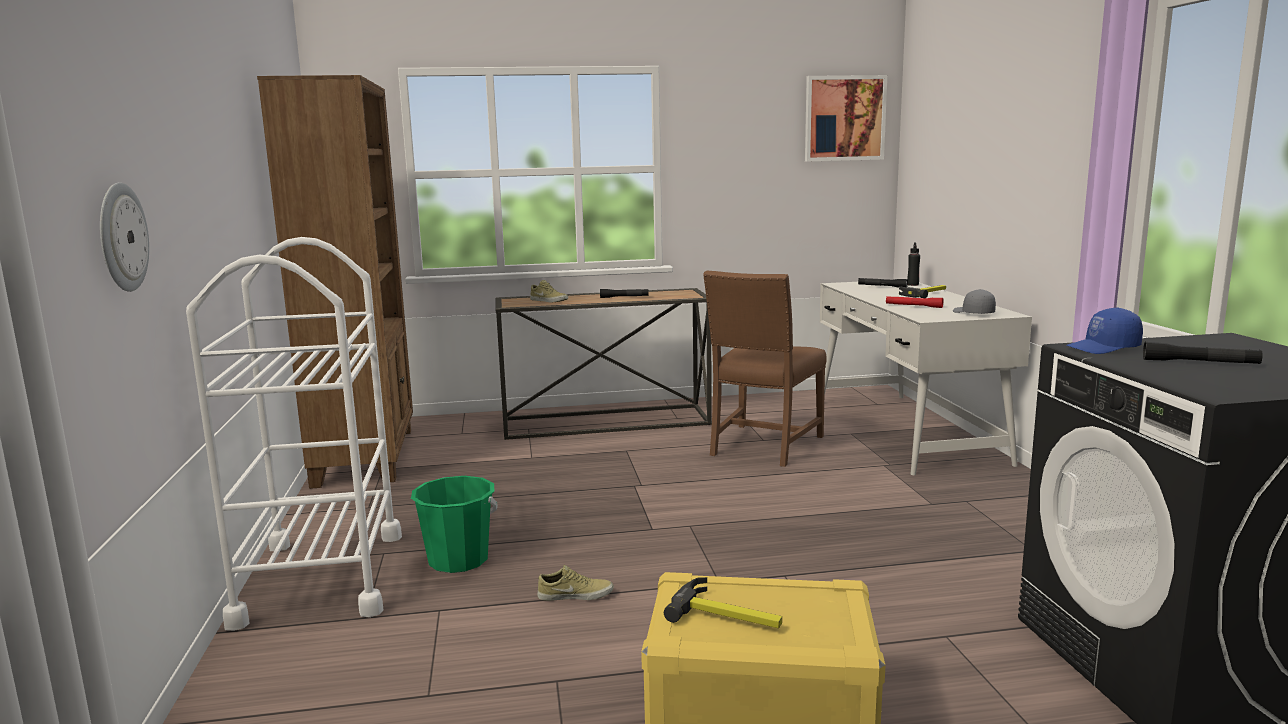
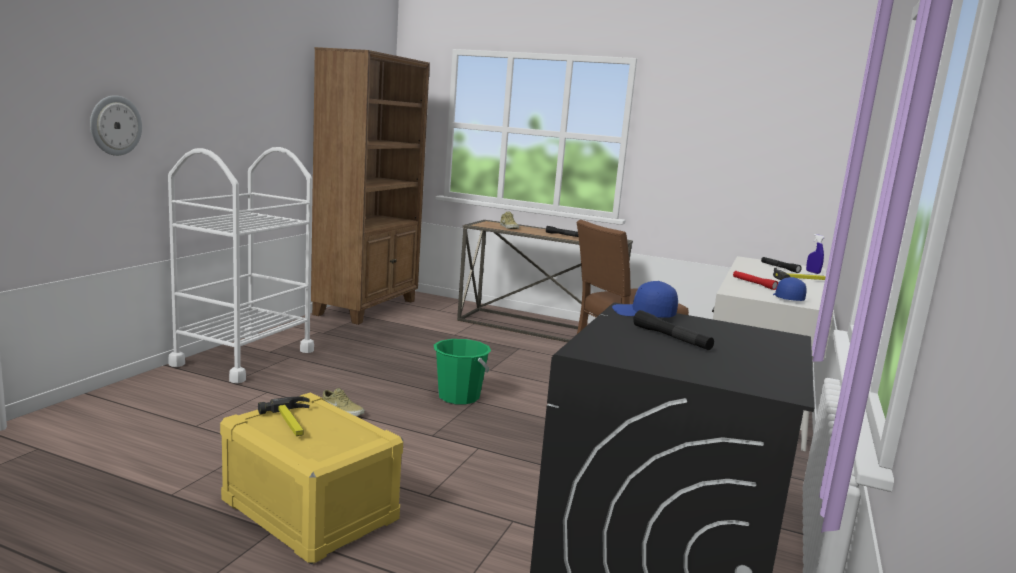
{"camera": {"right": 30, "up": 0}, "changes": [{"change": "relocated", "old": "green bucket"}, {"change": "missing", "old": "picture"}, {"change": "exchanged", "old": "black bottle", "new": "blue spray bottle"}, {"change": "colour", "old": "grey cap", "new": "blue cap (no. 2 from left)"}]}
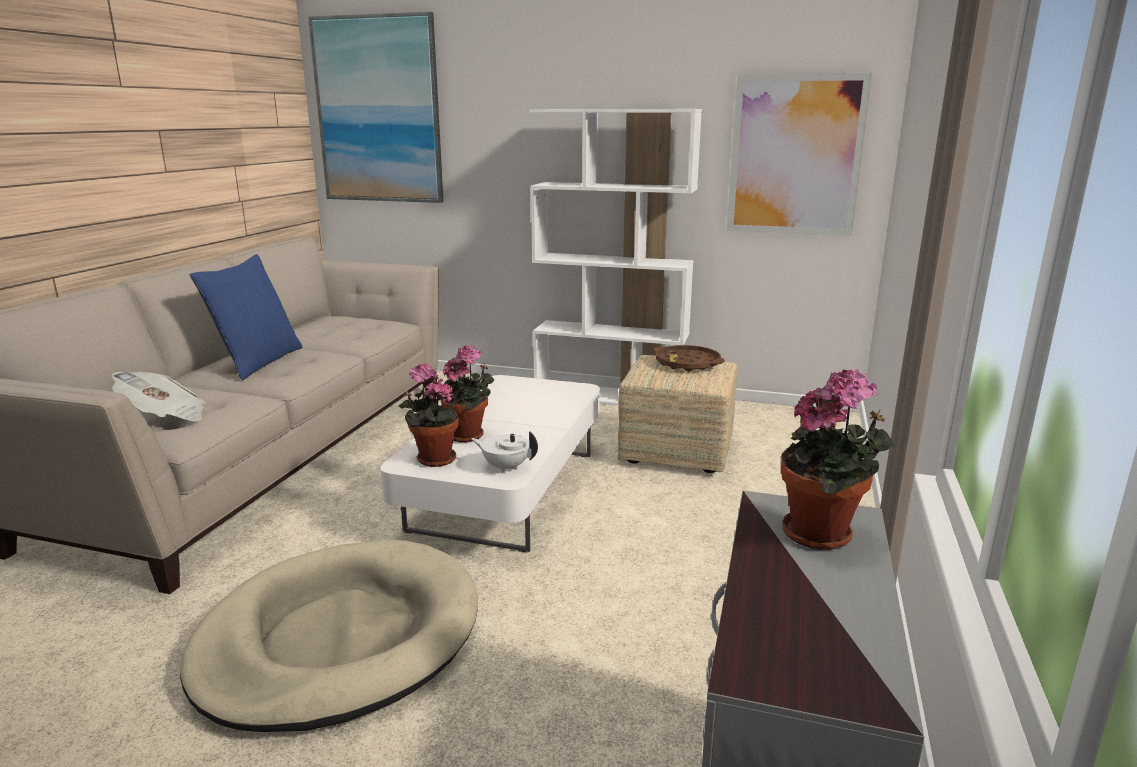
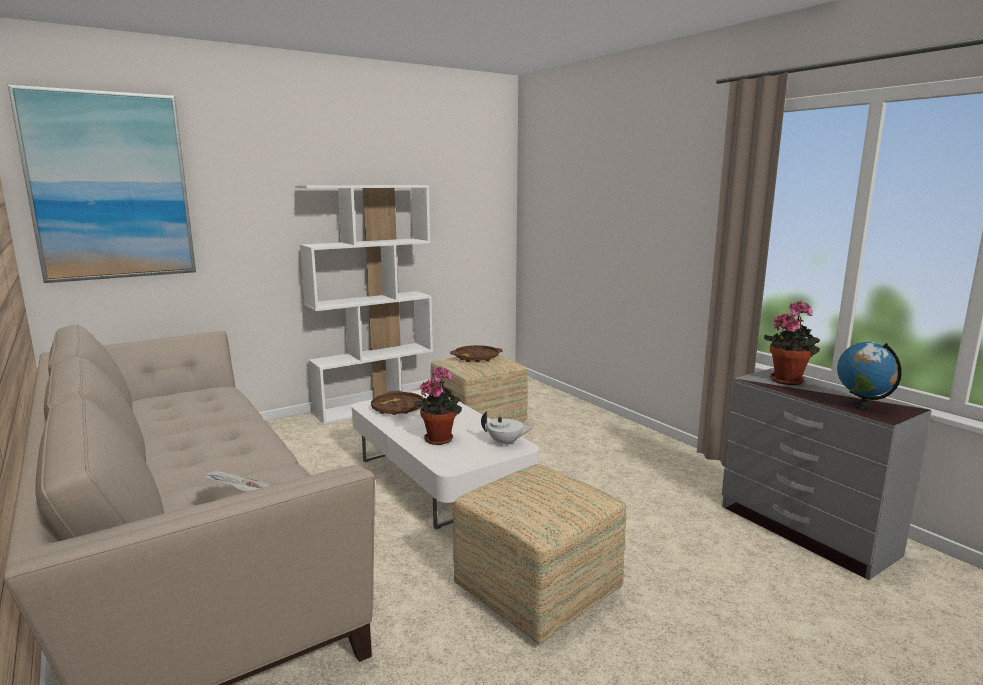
{"camera": {"right": -50, "up": -5}, "changes": [{"change": "exchanged", "old": "beige dog bed", "new": "ottoman (no. 2 from left)"}, {"change": "missing", "old": "blue pillow"}, {"change": "missing", "old": "potted plant (no. 1 from left)"}, {"change": "spun", "old": "white teapot", "degrees": -135}, {"change": "missing", "old": "picture (no. 2 from left)"}, {"change": "appeared", "new": "brown tray (no. 1 from left)"}, {"change": "appeared", "new": "globe"}]}
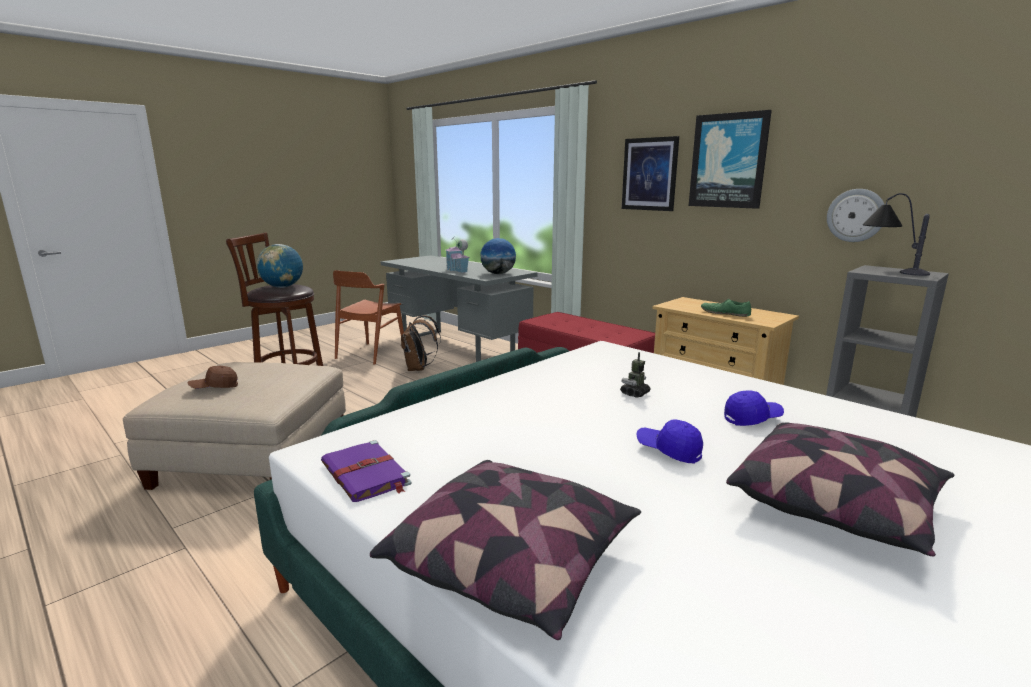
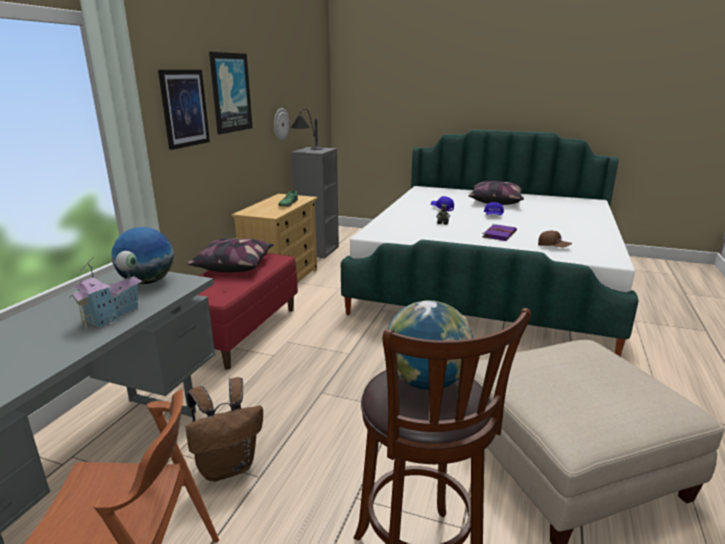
{"camera": {"right": -115, "up": 5}, "changes": [{"change": "relocated", "old": "brown cap"}, {"change": "relocated", "old": "purple book"}, {"change": "relocated", "old": "pillow (no. 1 from left)"}]}
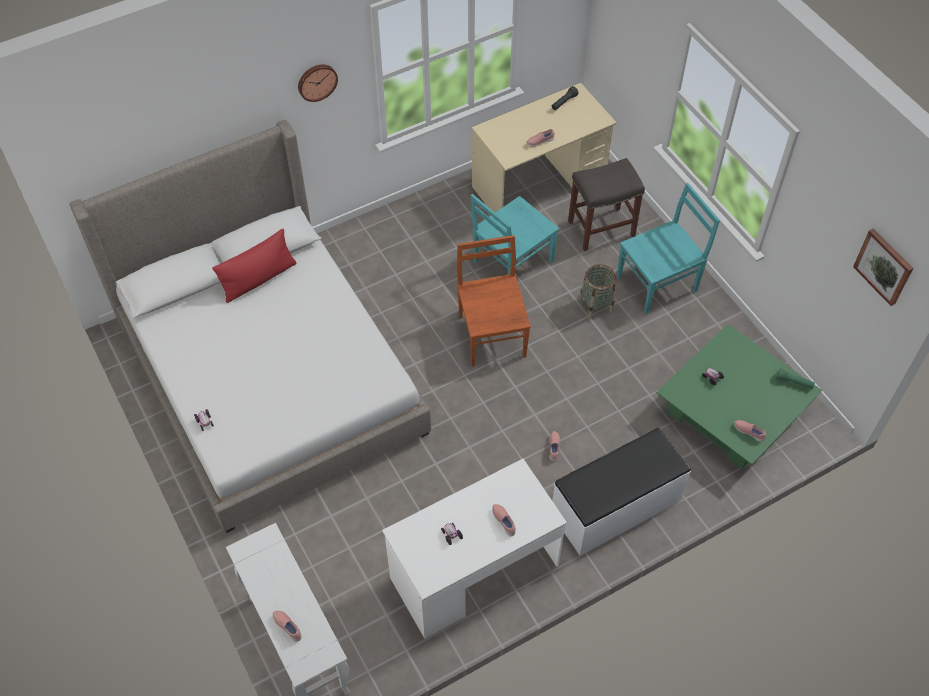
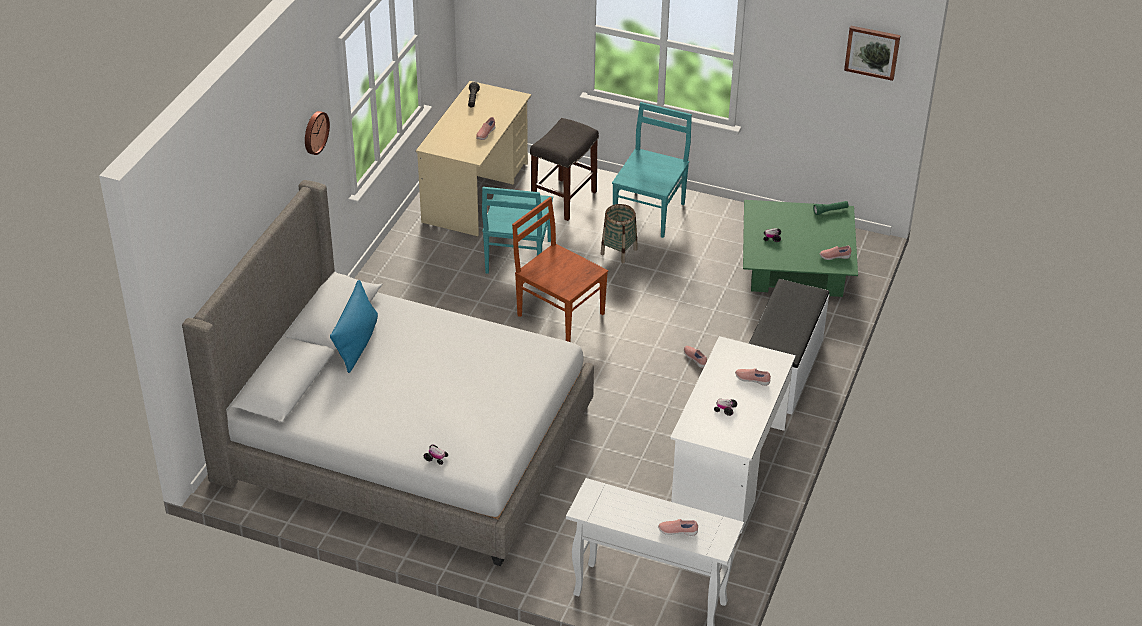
{"camera": {"right": -40, "up": -15}, "changes": [{"change": "colour", "old": "red pillow", "new": "blue pillow"}]}
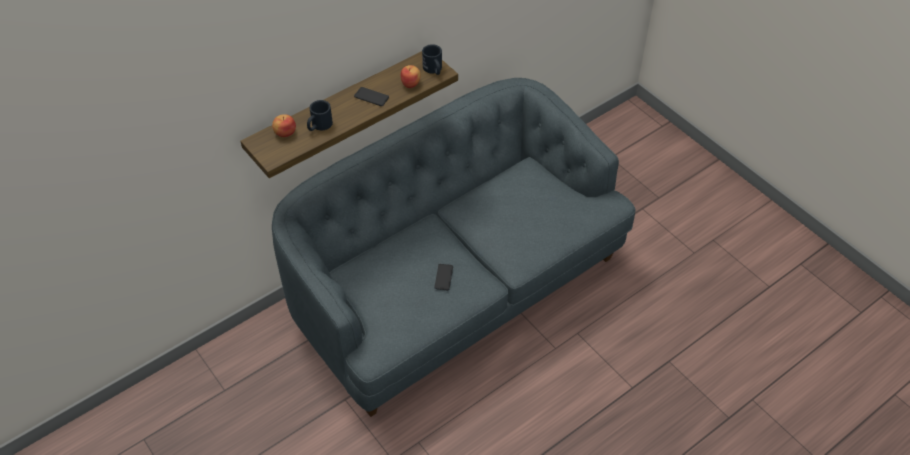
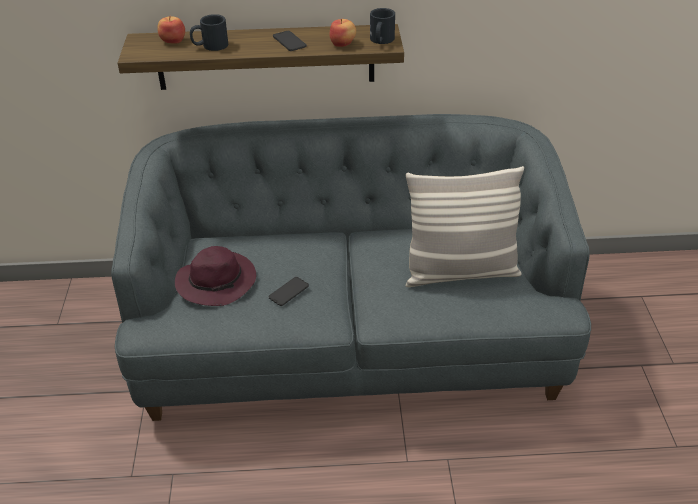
{"camera": {"right": 35, "up": -10}, "changes": [{"change": "appeared", "new": "purple hat"}, {"change": "appeared", "new": "pillow"}]}
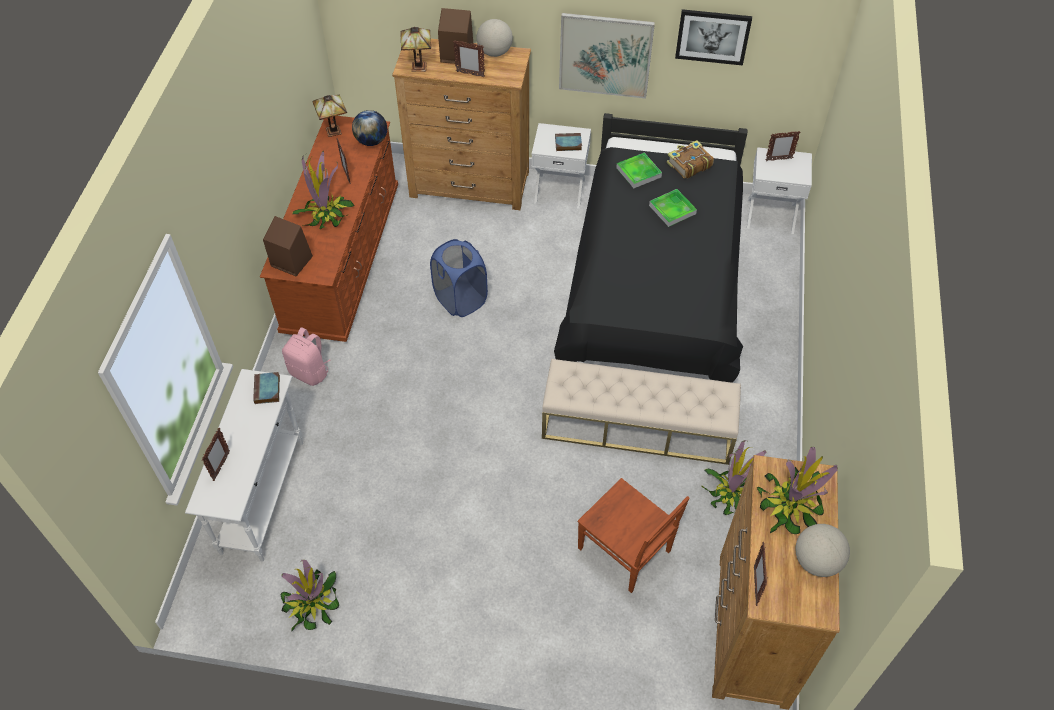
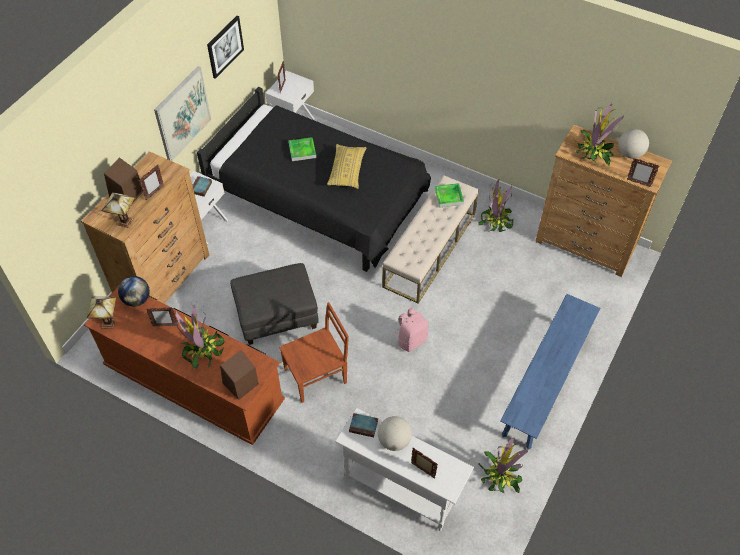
{"camera": {"right": -70, "up": 0}, "changes": [{"change": "relocated", "old": "pink backpack"}, {"change": "exchanged", "old": "blue laundry basket", "new": "grey ottoman"}, {"change": "relocated", "old": "globe (no. 2 from left)"}, {"change": "relocated", "old": "brown chair"}, {"change": "relocated", "old": "tray (no. 1 from left in the first image)", "new": "tray (no. 2 from left)"}, {"change": "missing", "old": "book (no. 3 from left)"}, {"change": "appeared", "new": "yellow pillow"}, {"change": "appeared", "new": "blue bench"}]}
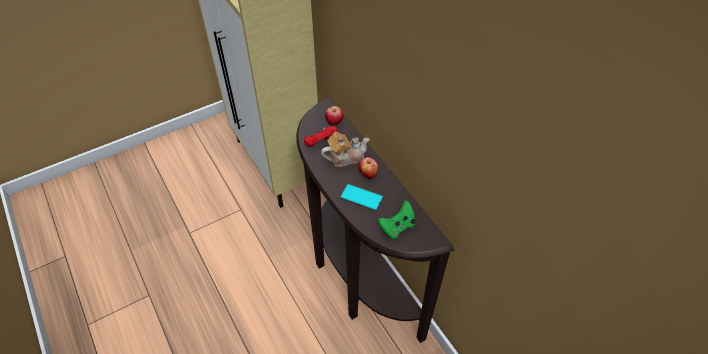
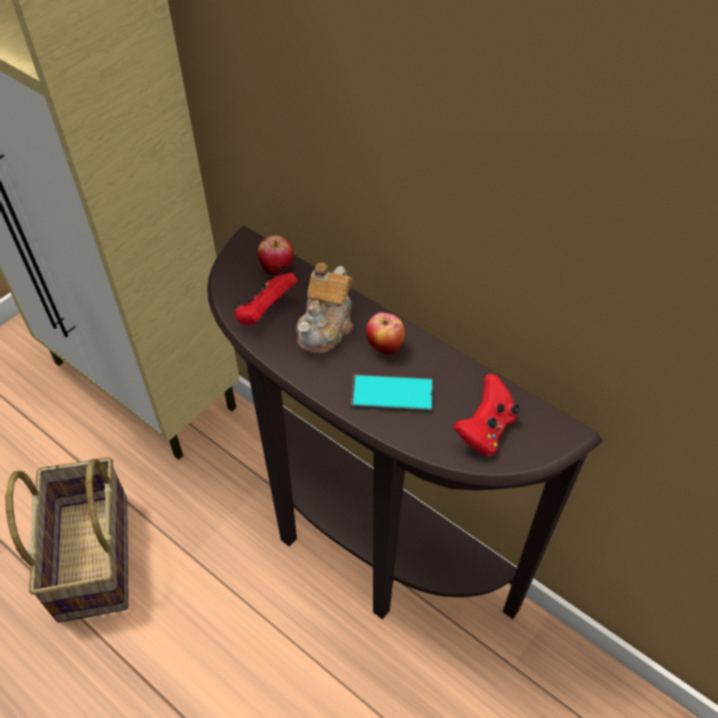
{"camera": {"right": -20, "up": 0}, "changes": [{"change": "spun", "old": "teapot", "degrees": 150}, {"change": "colour", "old": "green game controller", "new": "red game controller (no. 2 from left)"}, {"change": "appeared", "new": "basket"}]}
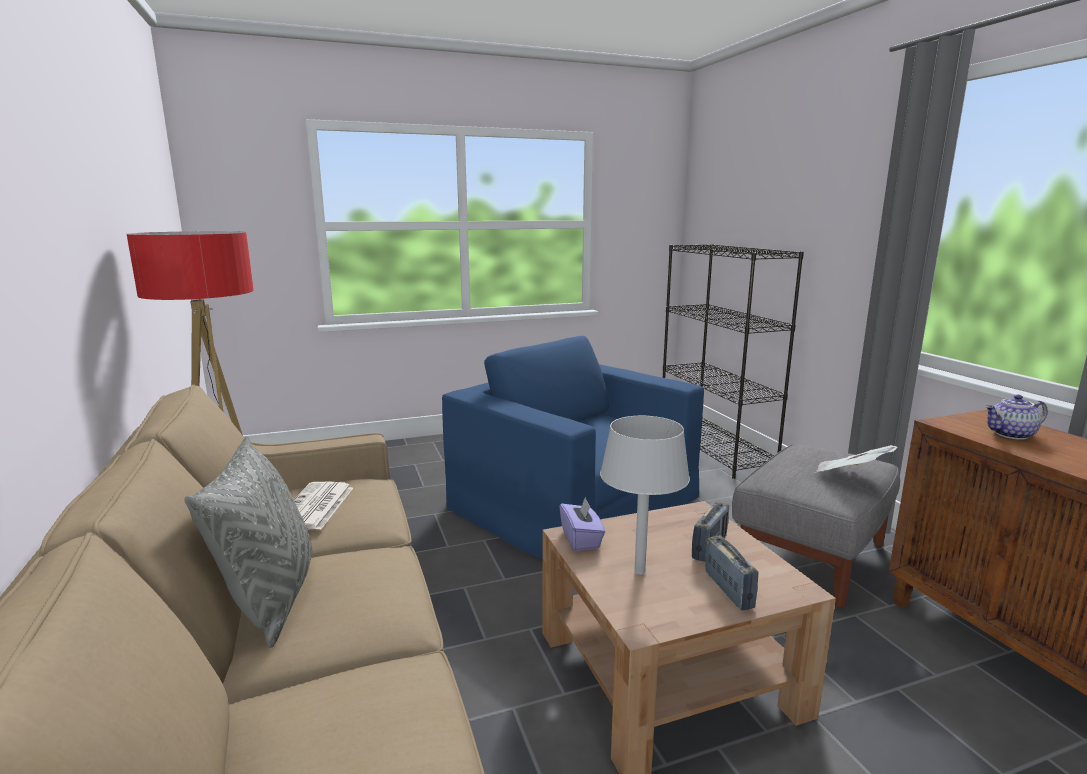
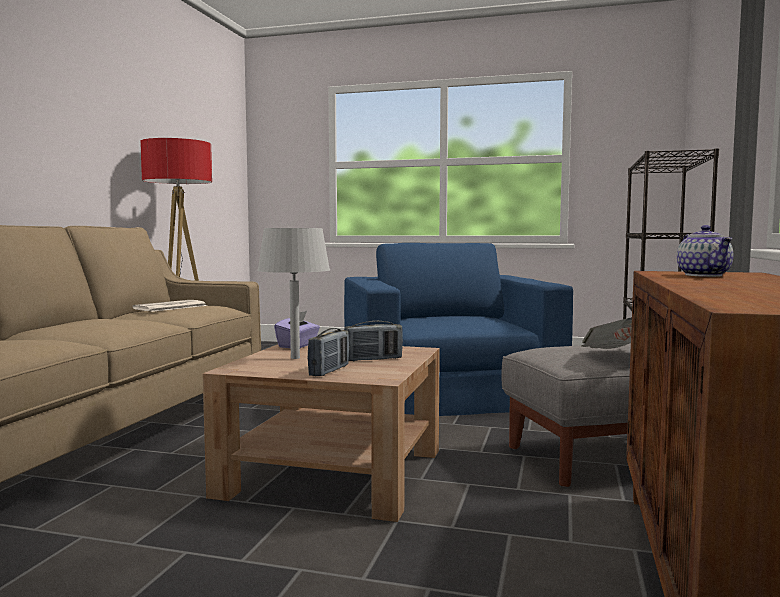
{"camera": {"right": 35, "up": -10}, "changes": [{"change": "missing", "old": "grey pillow"}, {"change": "spun", "old": "teapot", "degrees": -120}]}
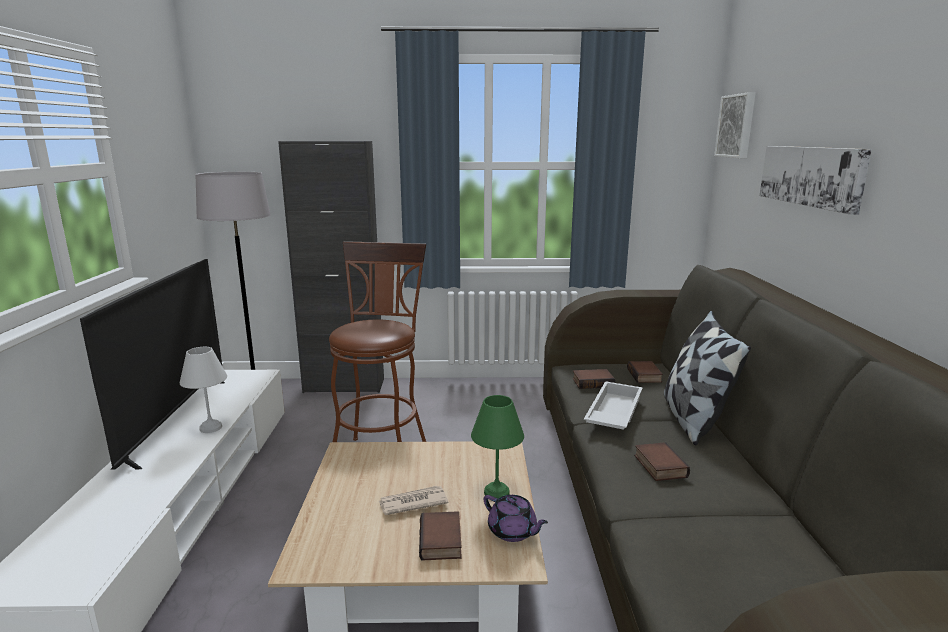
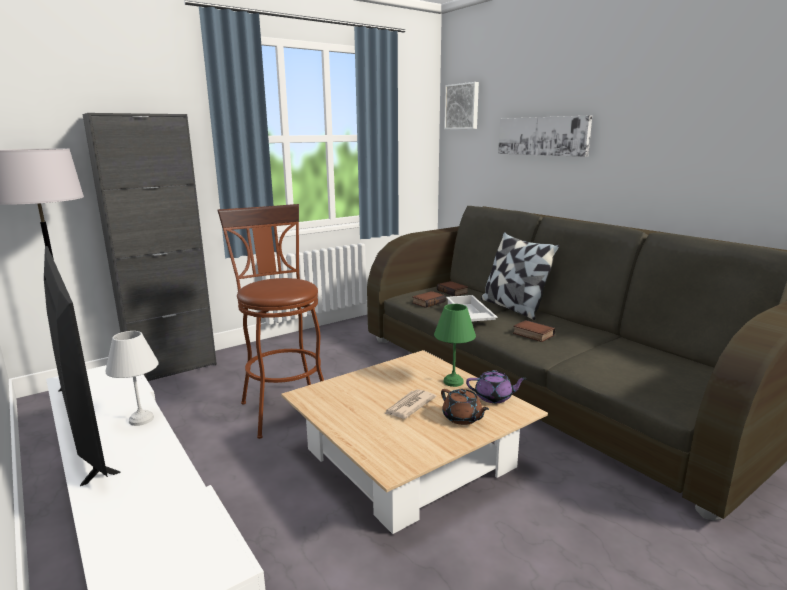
{"camera": {"right": -35, "up": 0}, "changes": [{"change": "exchanged", "old": "book (no. 1 from left)", "new": "brown teapot"}]}
